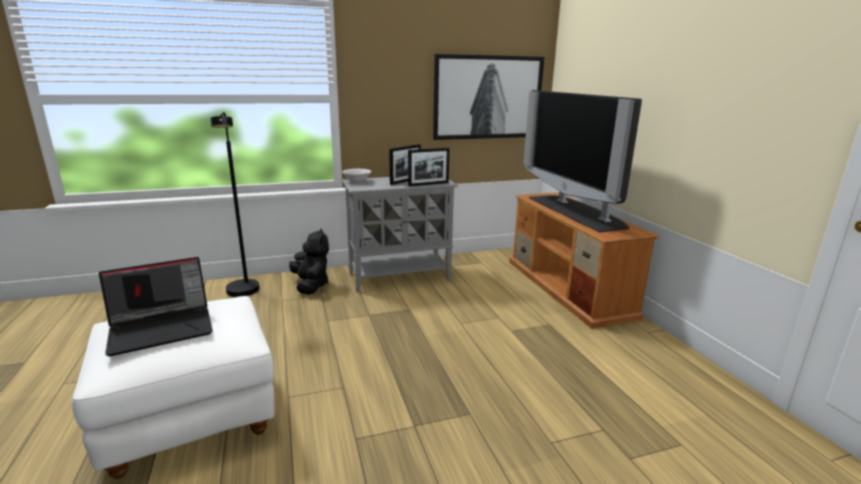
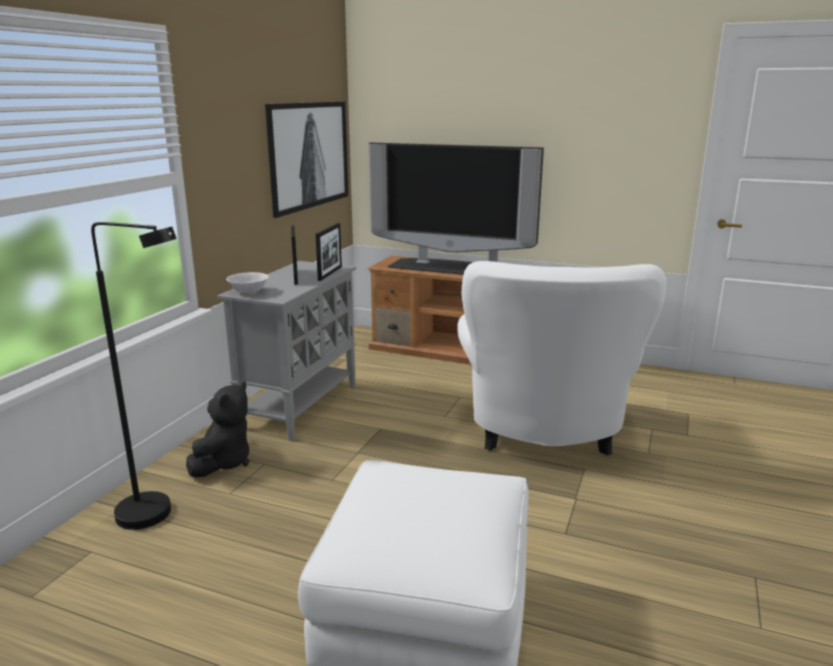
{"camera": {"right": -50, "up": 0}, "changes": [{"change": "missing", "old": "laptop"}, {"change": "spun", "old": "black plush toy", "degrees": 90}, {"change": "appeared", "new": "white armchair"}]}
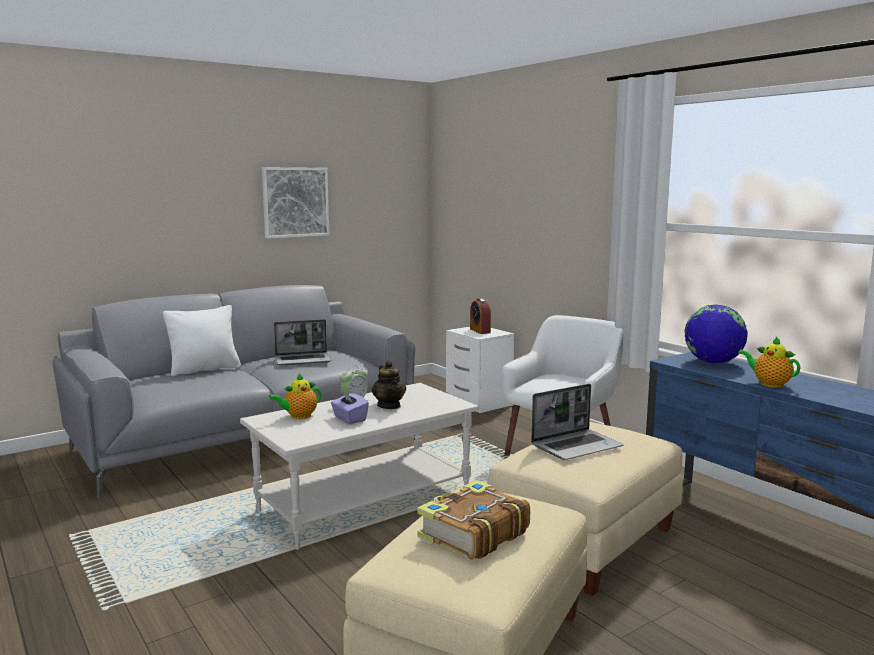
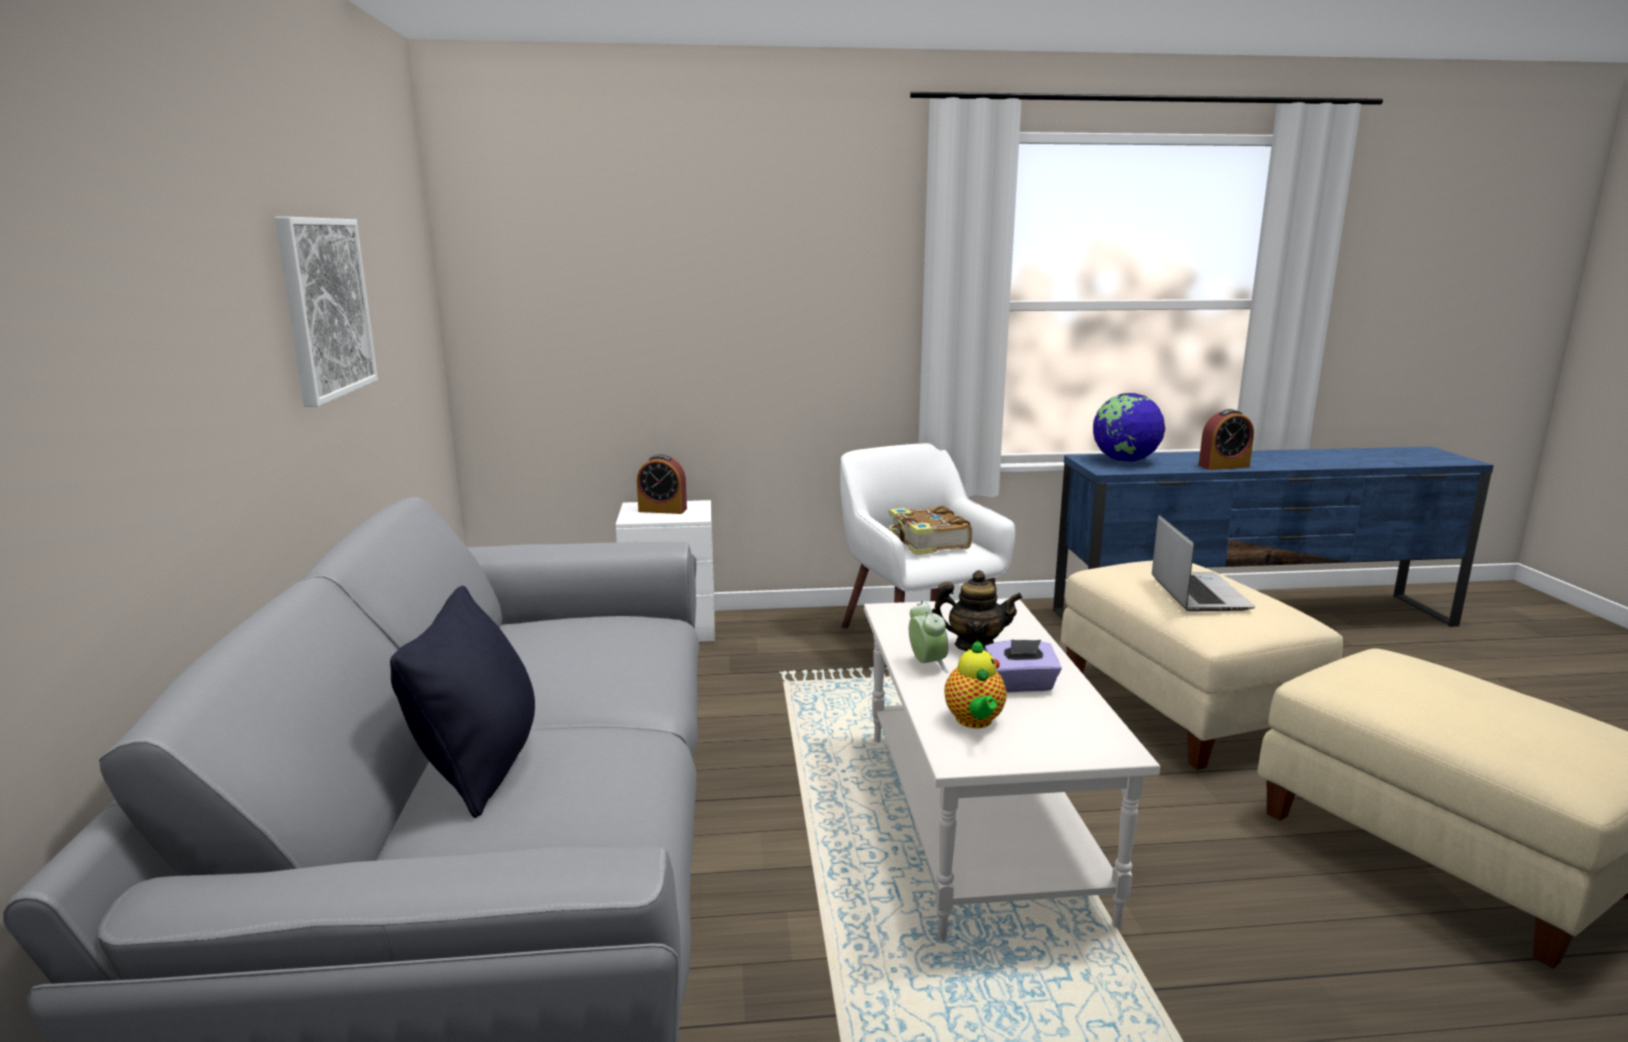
{"camera": {"right": -60, "up": 5}, "changes": [{"change": "colour", "old": "white pillow", "new": "black pillow"}, {"change": "missing", "old": "laptop (no. 1 from left)"}, {"change": "relocated", "old": "book"}, {"change": "exchanged", "old": "teapot (no. 3 from left)", "new": "alarm clock (no. 3 from left)"}]}
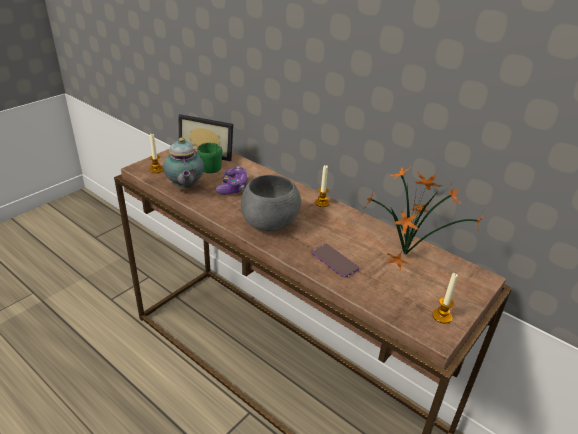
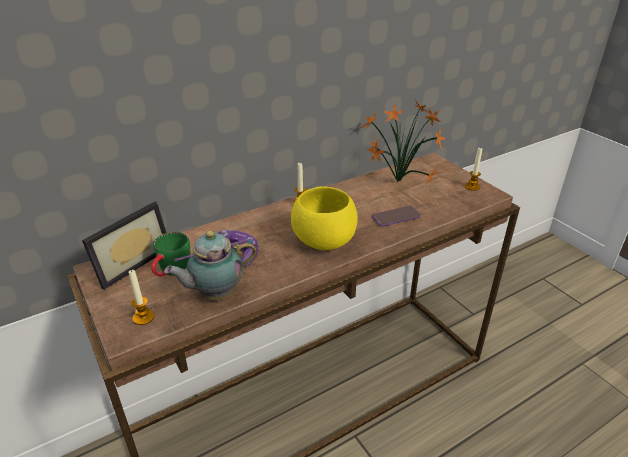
{"camera": {"right": -70, "up": 0}, "changes": [{"change": "spun", "old": "teapot", "degrees": 150}, {"change": "colour", "old": "grey bowl", "new": "yellow bowl"}]}
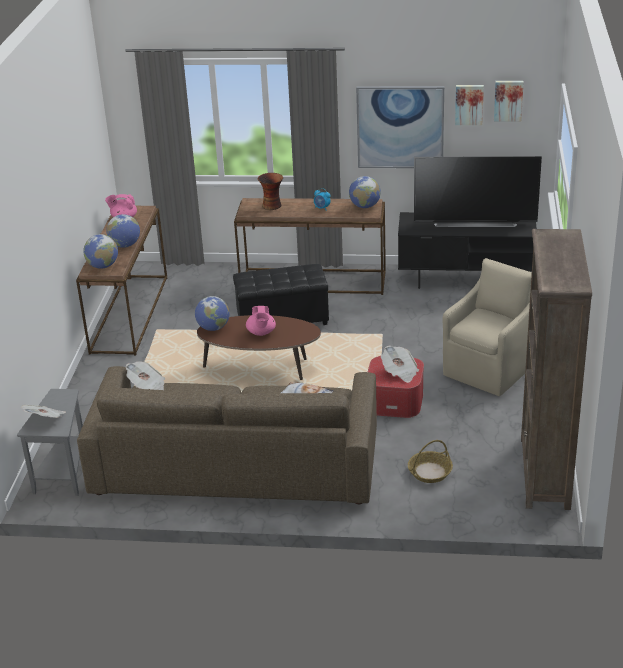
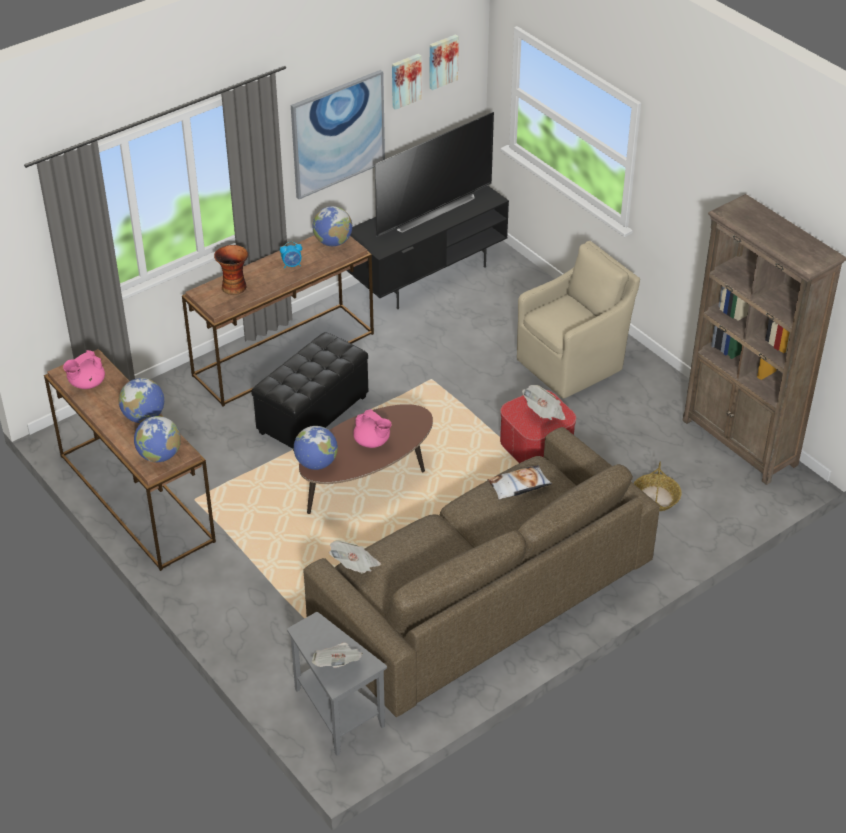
{"camera": {"right": -45, "up": 10}, "changes": [{"change": "spun", "old": "beige armchair", "degrees": 60}]}
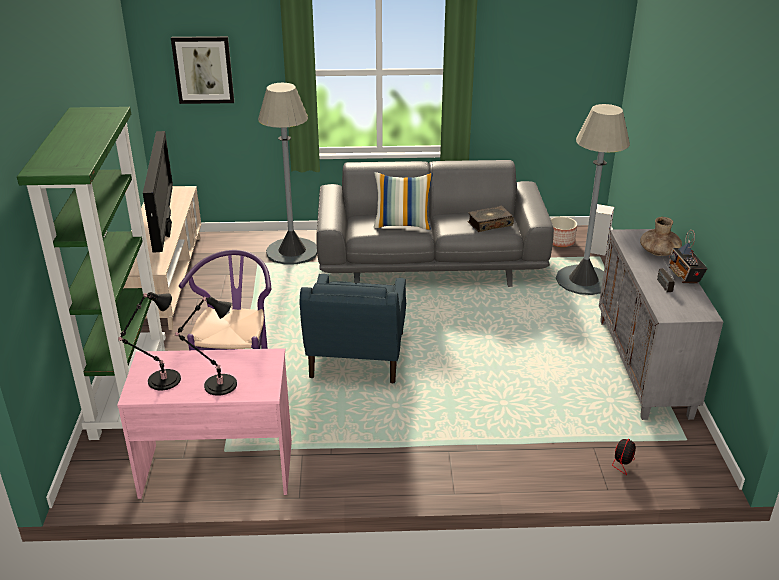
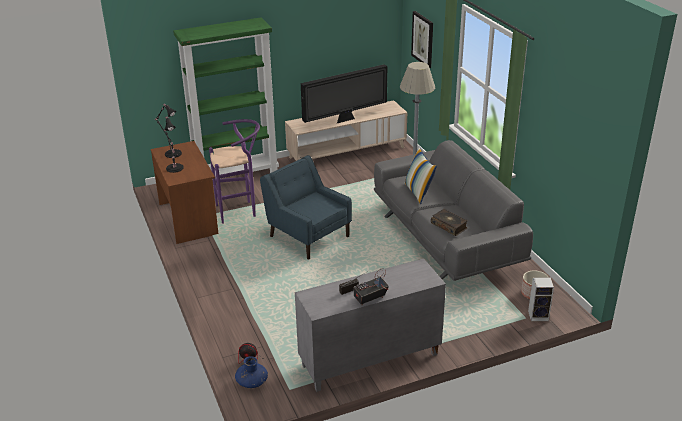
{"camera": {"right": 70, "up": 0}, "changes": [{"change": "colour", "old": "pink desk", "new": "brown desk"}, {"change": "spun", "old": "blue armchair", "degrees": 60}, {"change": "missing", "old": "grey floor lamp (no. 2 from left)"}, {"change": "missing", "old": "brown vase"}, {"change": "appeared", "new": "blue vase"}]}
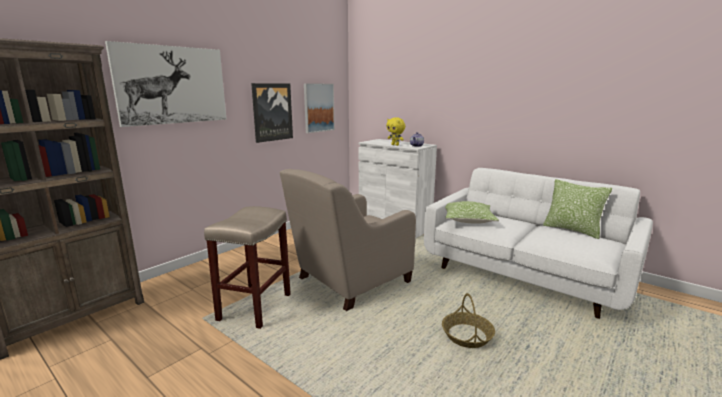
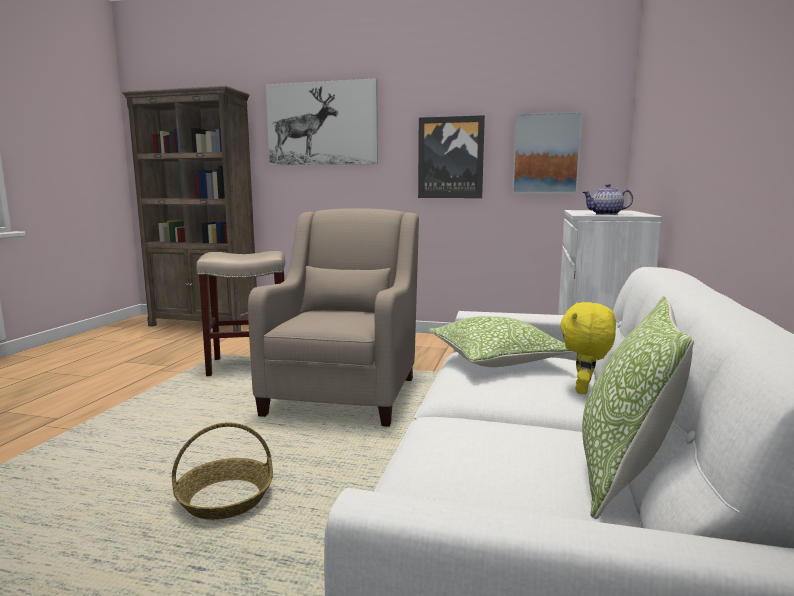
{"camera": {"right": 65, "up": -5}, "changes": [{"change": "spun", "old": "beige armchair", "degrees": 75}, {"change": "relocated", "old": "yellow plush toy"}]}
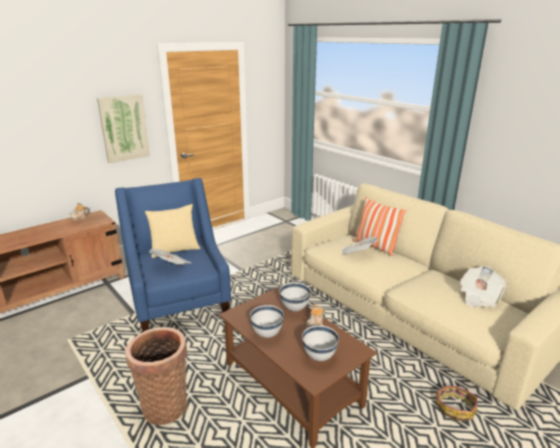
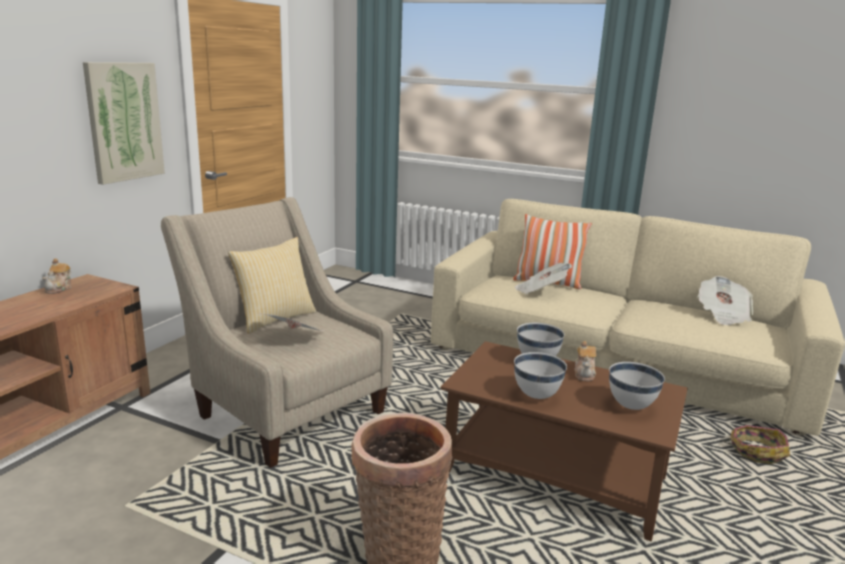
{"camera": {"right": -25, "up": -5}, "changes": [{"change": "colour", "old": "blue armchair", "new": "beige armchair"}]}
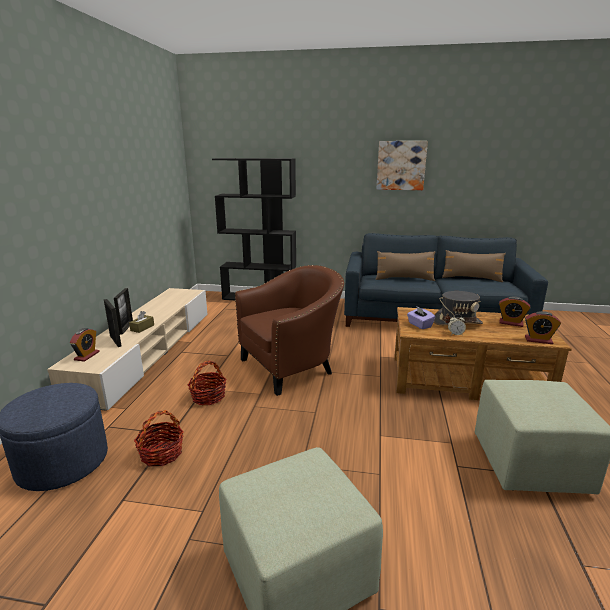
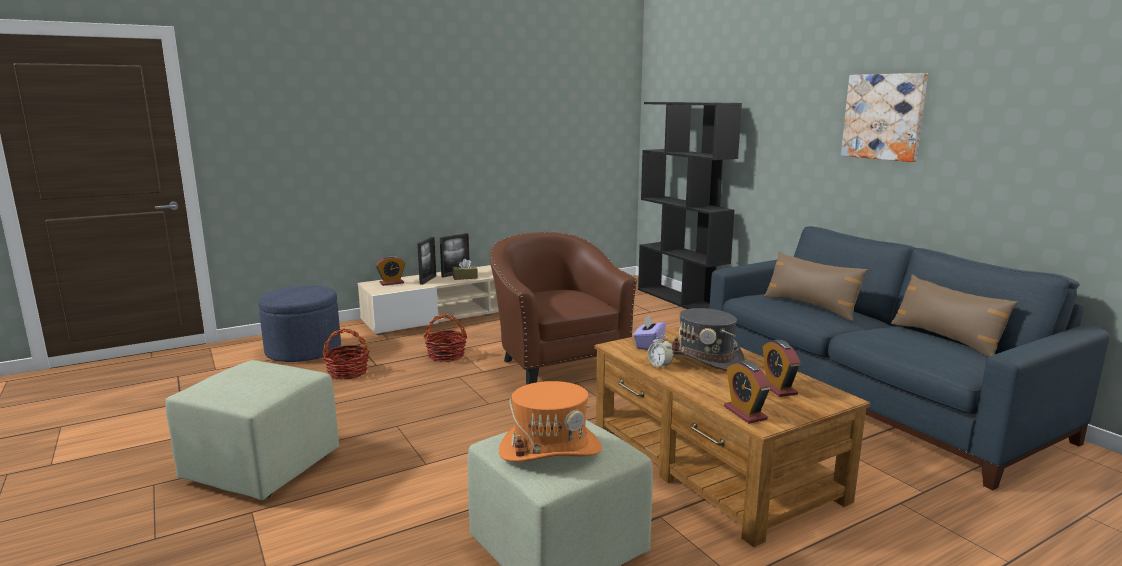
{"camera": {"right": 50, "up": -5}, "changes": [{"change": "spun", "old": "brown armchair", "degrees": -135}, {"change": "appeared", "new": "orange hat"}]}
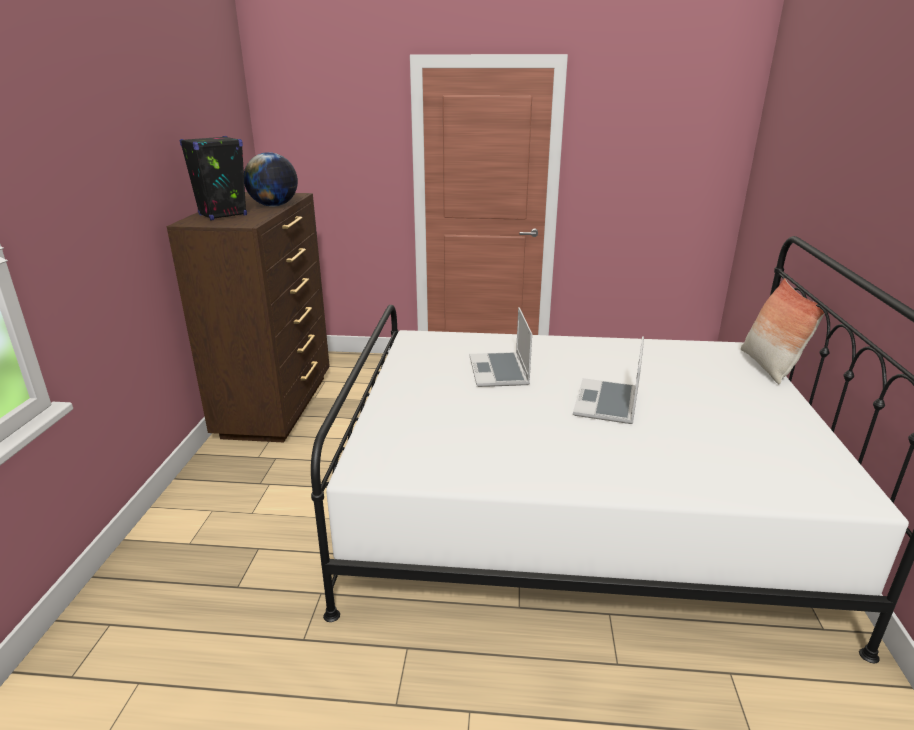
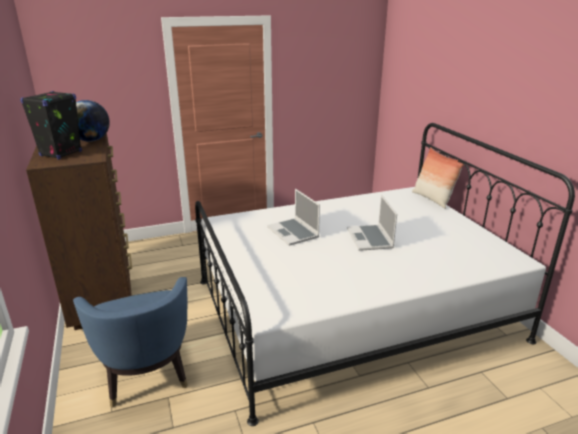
{"camera": {"right": -25, "up": 0}, "changes": [{"change": "appeared", "new": "blue armchair"}]}
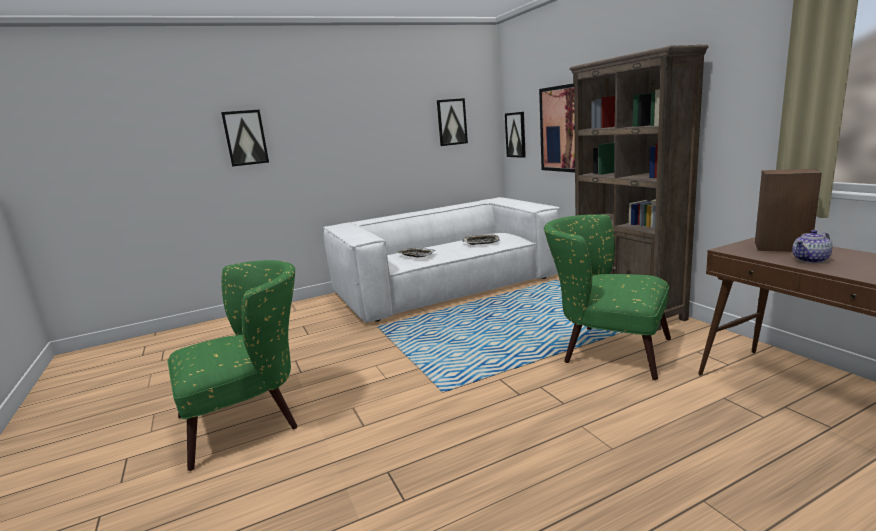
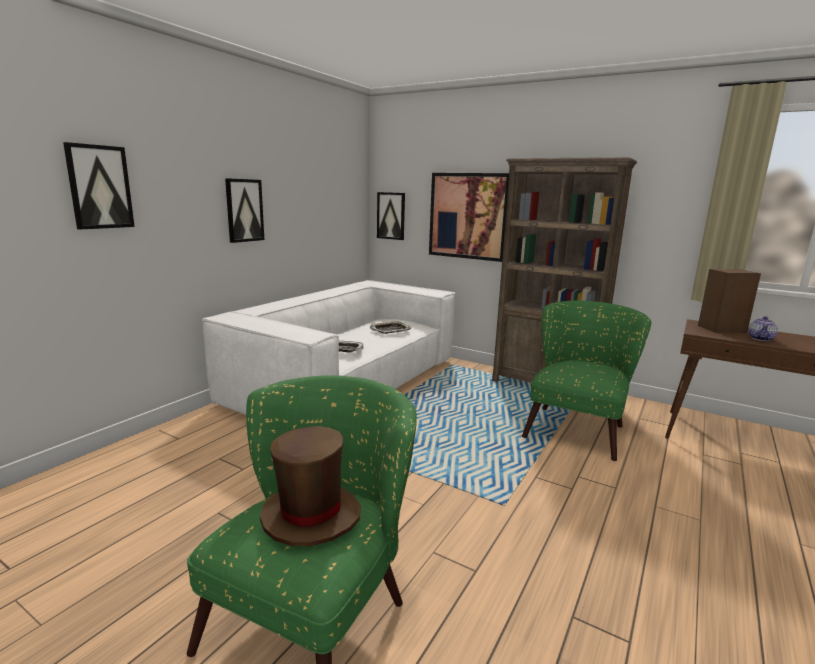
{"camera": {"right": -35, "up": 0}, "changes": [{"change": "relocated", "old": "picture (no. 2 from left)"}, {"change": "spun", "old": "green armchair (no. 2 from left)", "degrees": 120}, {"change": "appeared", "new": "brown hat"}]}
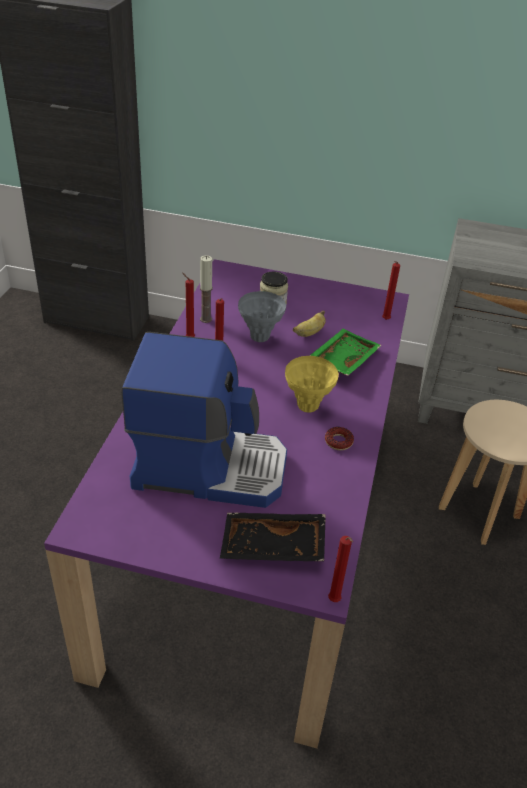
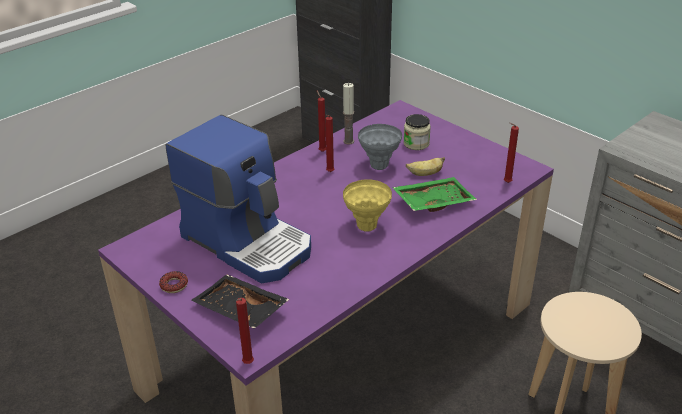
{"camera": {"right": 35, "up": -5}, "changes": [{"change": "relocated", "old": "donut"}]}
